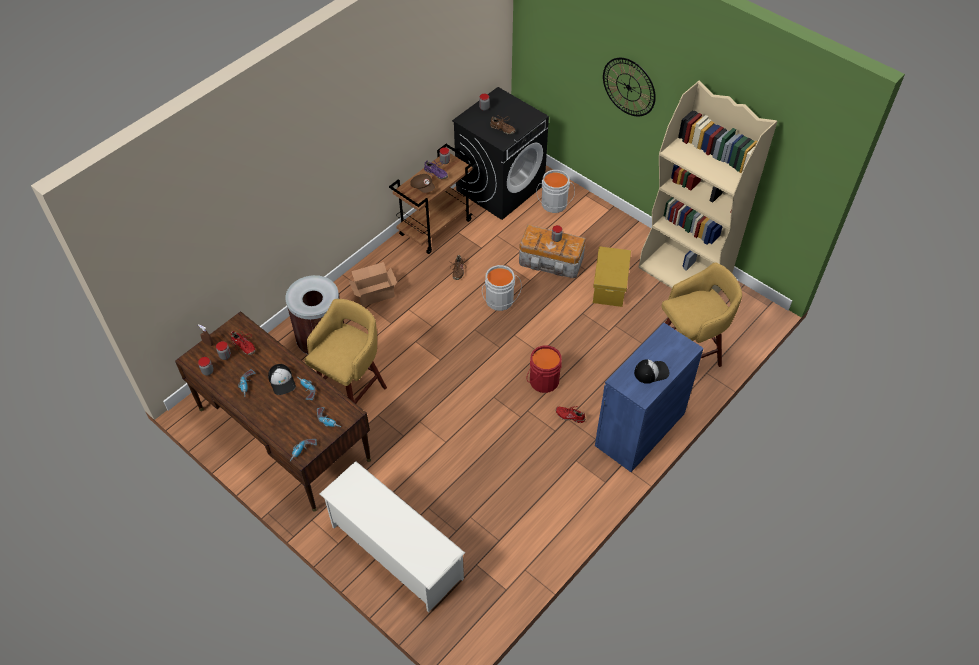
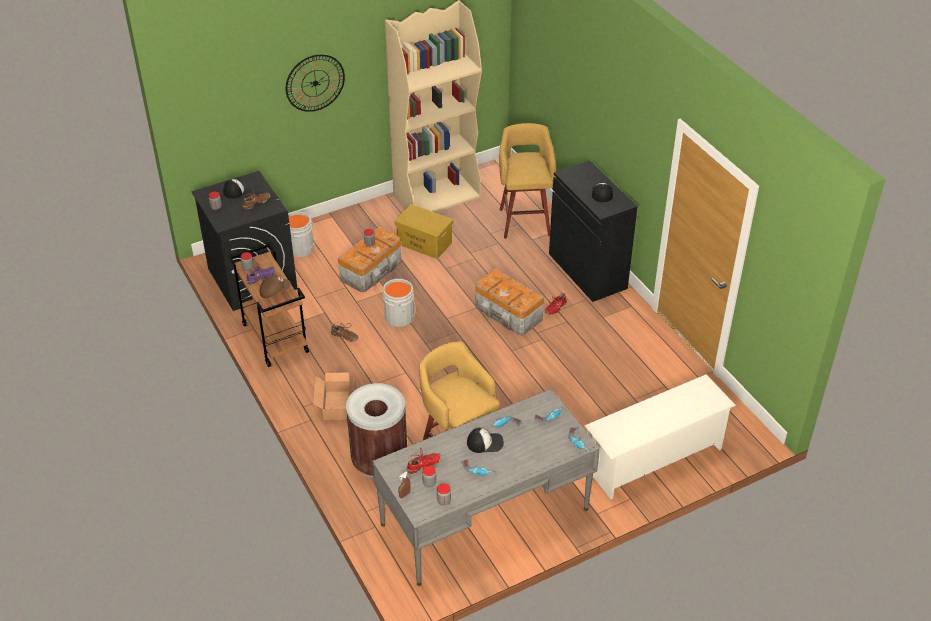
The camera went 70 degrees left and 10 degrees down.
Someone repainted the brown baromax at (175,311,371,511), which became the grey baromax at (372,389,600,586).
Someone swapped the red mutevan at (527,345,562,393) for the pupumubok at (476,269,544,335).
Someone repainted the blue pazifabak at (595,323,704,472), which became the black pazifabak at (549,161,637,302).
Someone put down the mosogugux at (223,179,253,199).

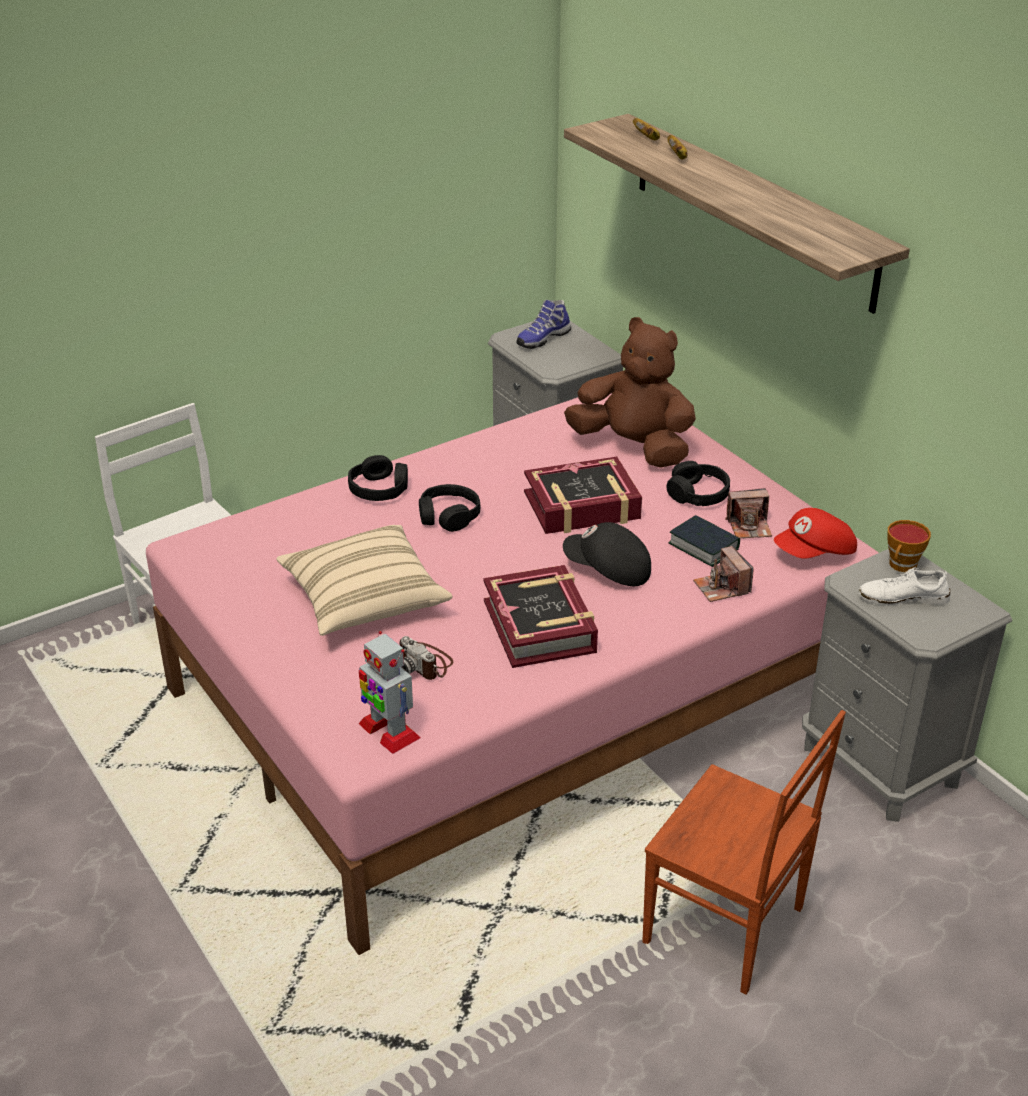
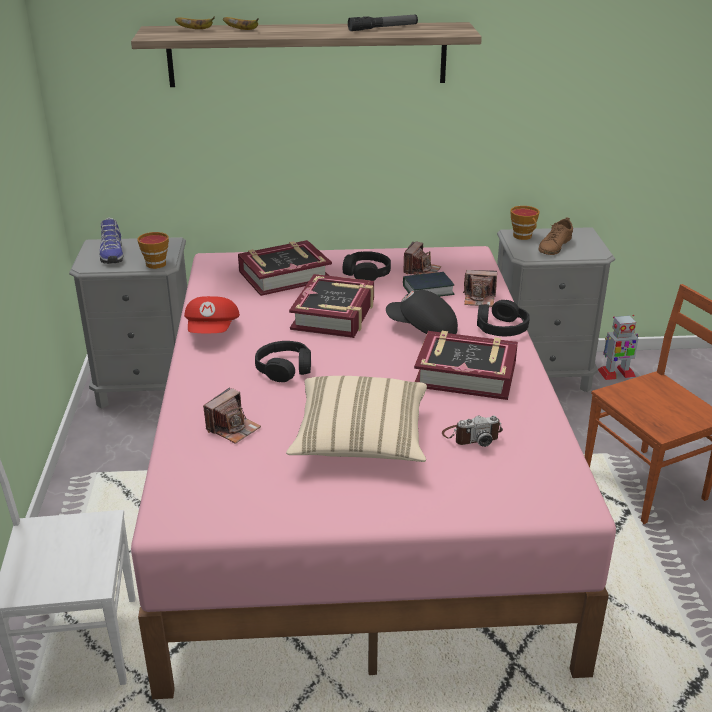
The camera went 60 degrees left and 5 degrees down.
Someone carried the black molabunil from (348,455,408,501) to (477,300,530,336).
Someone carried the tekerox from (358,631,420,754) to (598,315,639,380).
Someone rotated the black mosogugux at (563,522,651,586) by 60 degrees clockwise.
Someone swapped the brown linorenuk at (564,317,696,468) for the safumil at (238,240,332,296).
Someone carried the red mosogugux from (774,508,857,559) to (184,296,240,333).
Someone repainted the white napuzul at (859,567,950,605), which became the brown napuzul at (538,217,573,255).
Someone put down the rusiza at (138,232,169,269).
Someone put down the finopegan at (203,387,261,444).
Someone put down the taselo at (348,15,418,31).

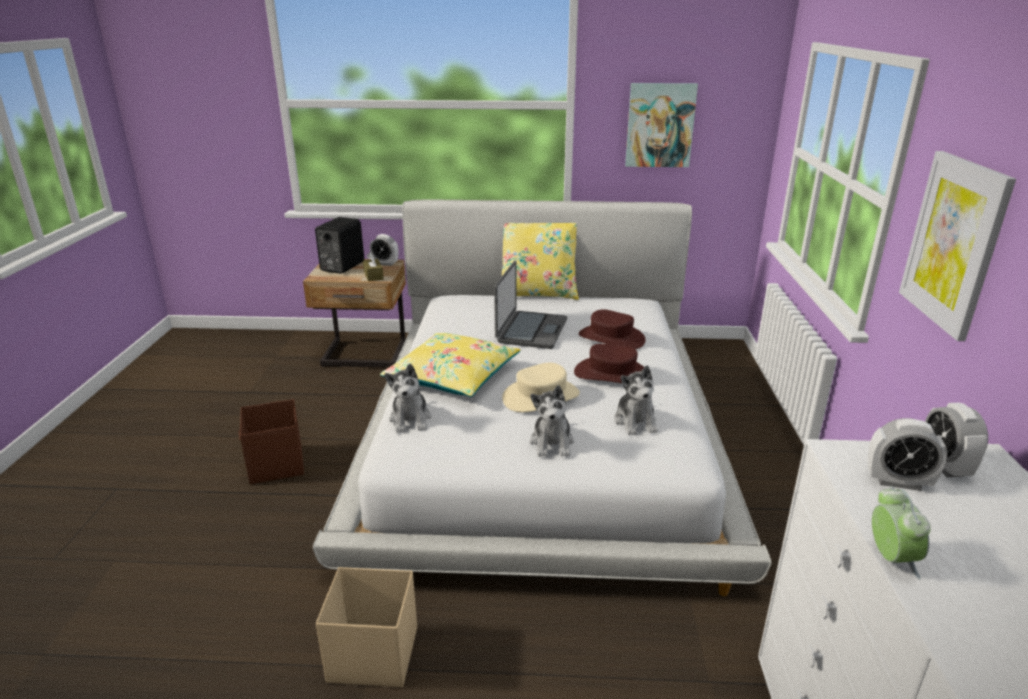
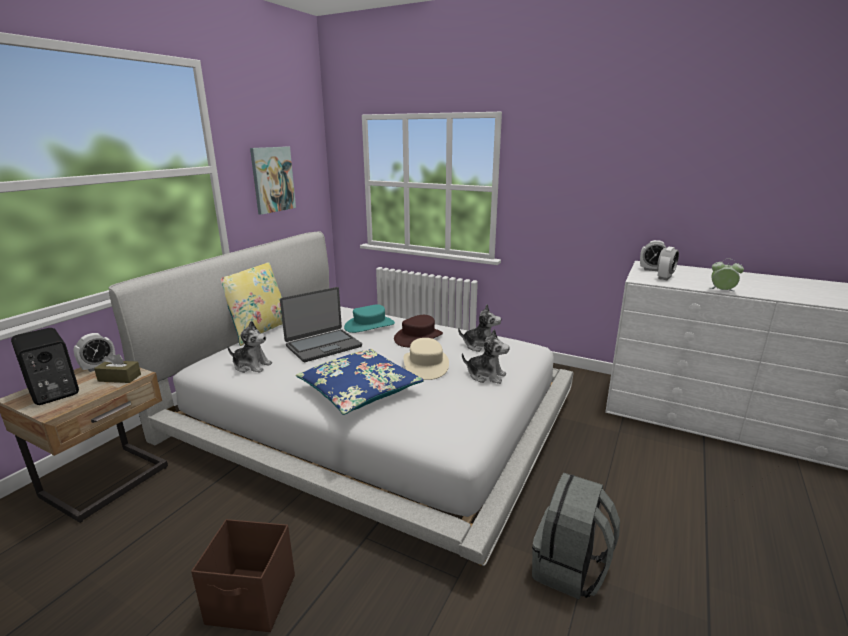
The camera went 65 degrees left and 5 degrees down.
Someone swapped the beige pupumubok at (316,567,417,687) for the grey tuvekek at (532,473,620,600).
Someone repainted the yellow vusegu at (380,333,521,397), which became the blue vusegu at (296,349,424,415).
Someone carried the linorenuk from (384,363,431,433) to (227,321,272,373).
Someone rotated the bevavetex at (494,261,567,349) by 105 degrees clockwise.
Someone repainted the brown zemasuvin at (579,309,645,349), which became the turquoise zemasuvin at (344,304,395,333).
Someone took away the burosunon at (899,151,1016,341).

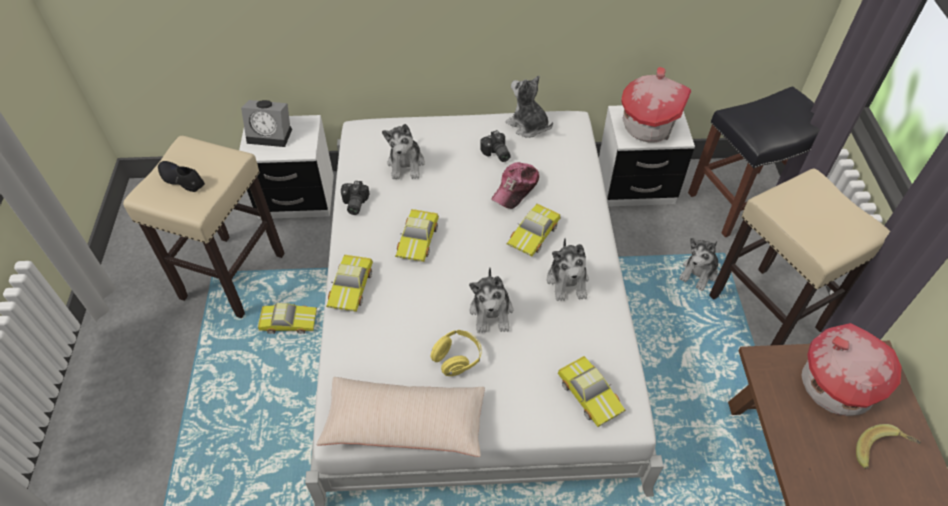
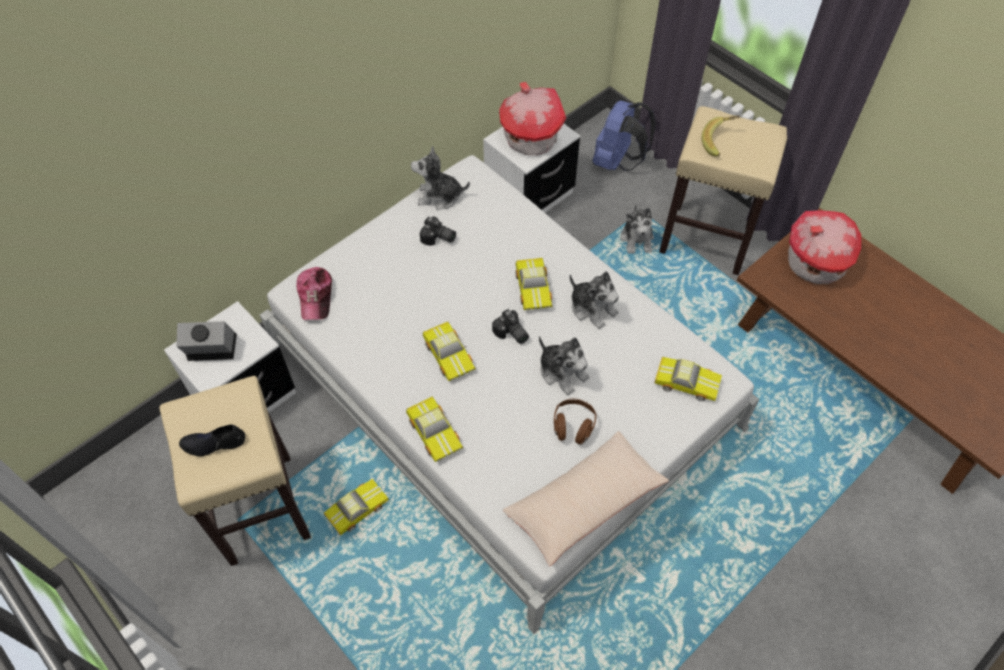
The camera went 40 degrees left and 5 degrees up.
Someone rotated the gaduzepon at (241,100,292,147) by 150 degrees counterclockwise.
Someone carried the finopegan from (341,181,369,215) to (492,309,529,344).
Someone took away the linorenuk at (382,124,425,179).
Someone repainted the yellow molabunil at (431,330,482,376), which became the brown molabunil at (554,399,596,444).
Someone carried the mosogugux from (491,162,539,209) to (296,267,332,320).
Someone swapped the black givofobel at (688,86,820,237) for the blue tuvekek at (593,100,656,171).
Someone carried the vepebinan from (856,424,921,469) to (702,115,740,157).

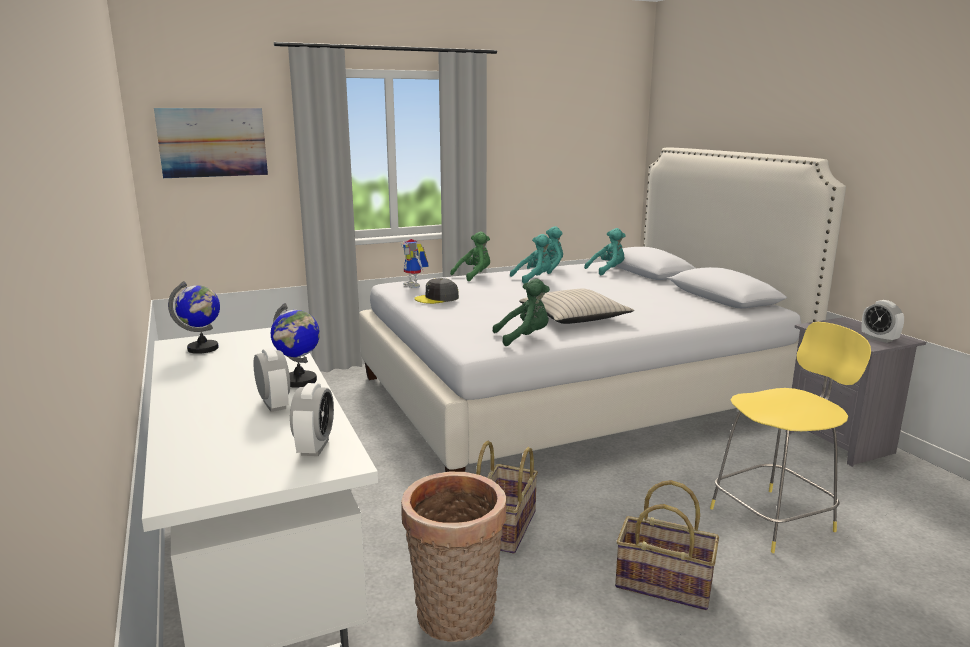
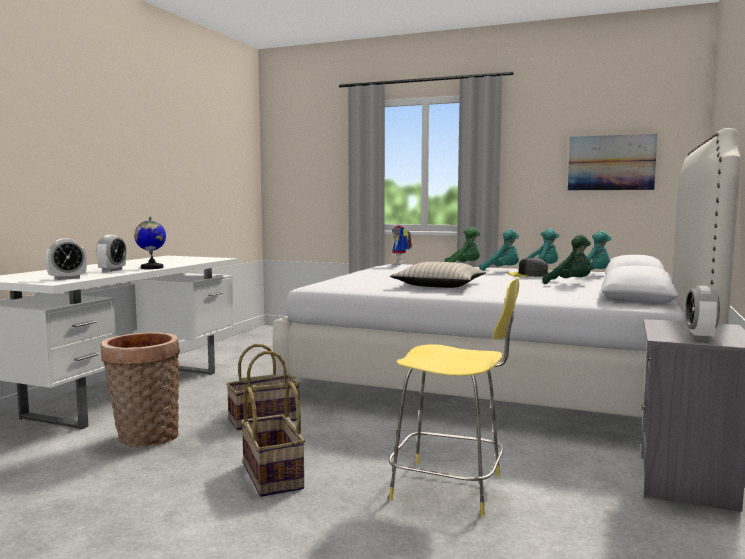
The camera went 45 degrees right and 10 degrees down.
Someone carried the burosunon from (154,108,268,178) to (568,134,657,190).
Someone took away the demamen at (168,281,220,354).
Someone carried the grey mosogugux from (414,278,459,304) to (508,257,548,277).
Someone carried the green linorenuk from (492,279,550,346) to (543,235,591,284).

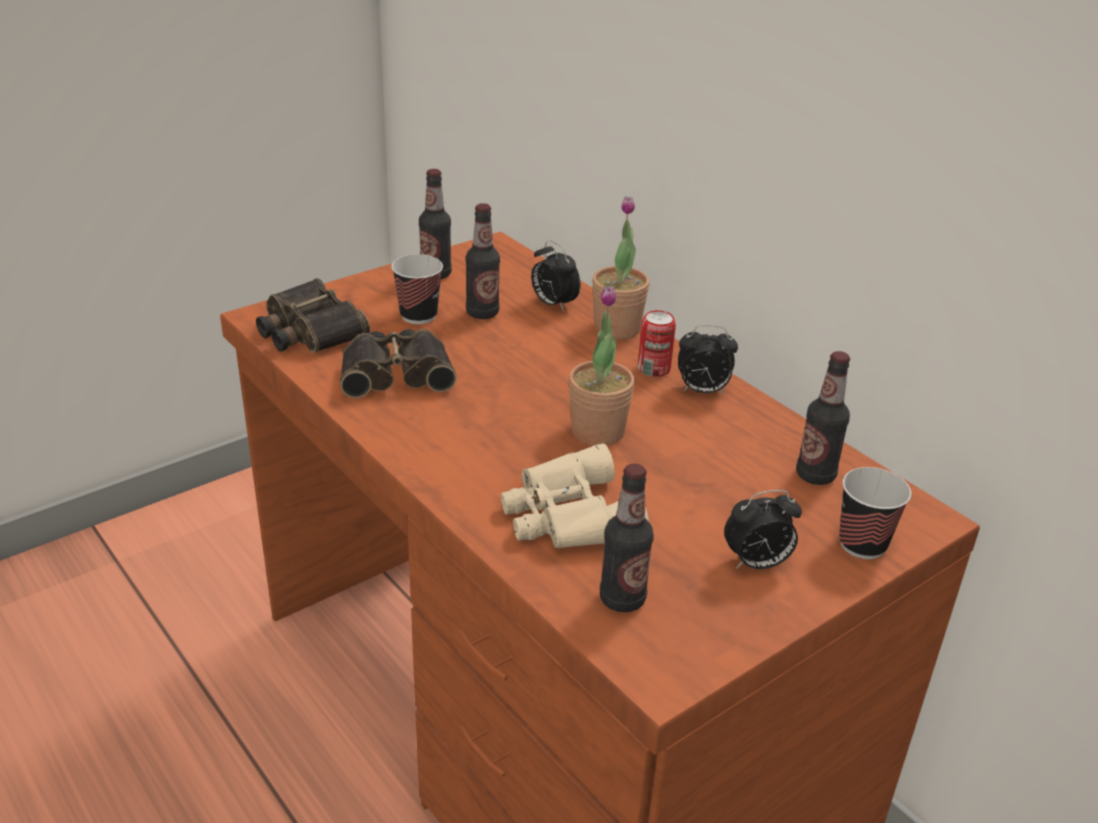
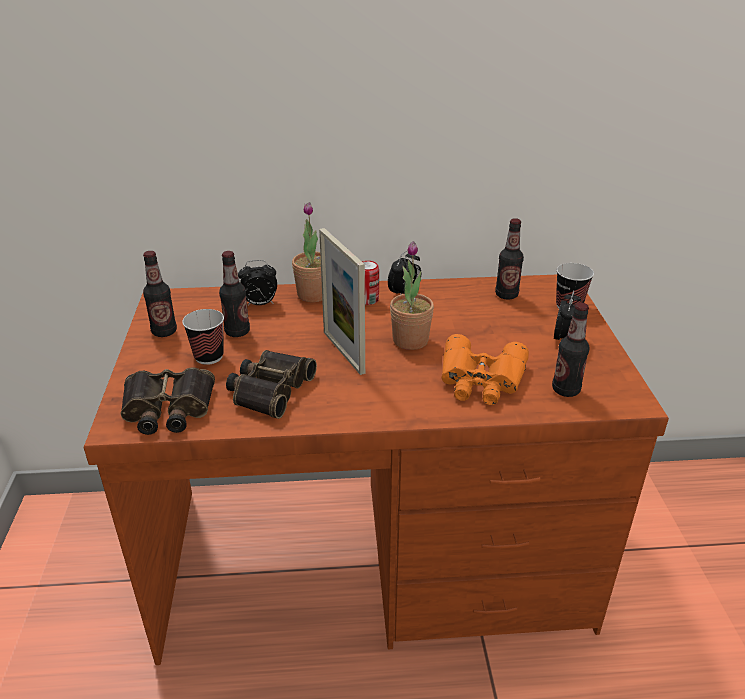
The camera went 55 degrees left and 0 degrees up.
Someone repainted the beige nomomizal at (501,443,649,548), which became the orange nomomizal at (442,334,529,405).
Someone put down the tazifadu at (319,228,365,375).

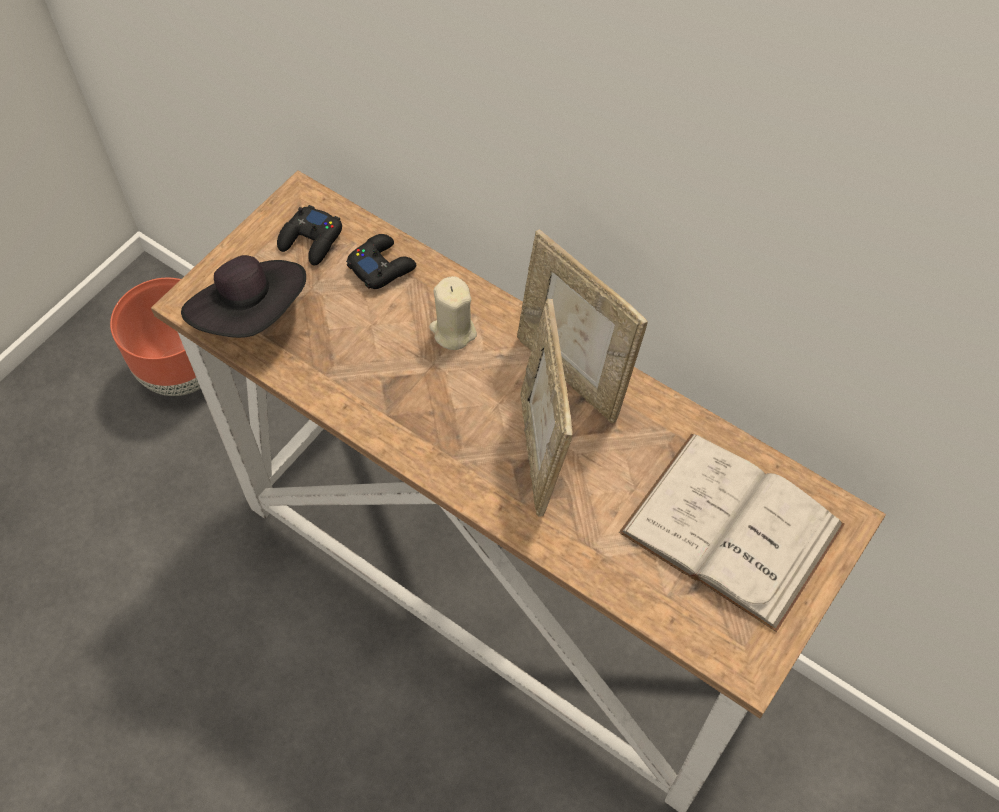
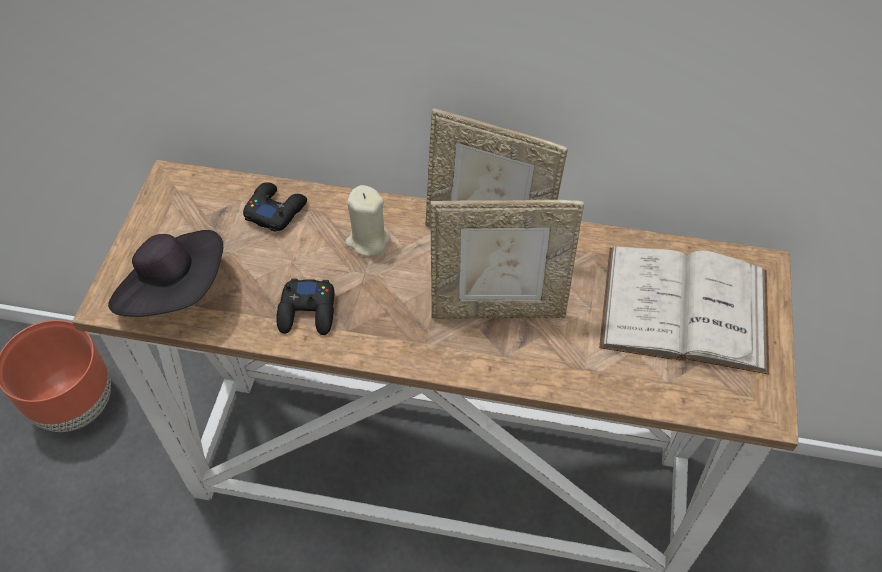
The camera went 25 degrees left and 5 degrees down.
Someone carried the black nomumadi from (277,205,342,265) to (276,278,335,335).
Someone rotated the tazifadu at (521,299,573,517) by 60 degrees counterclockwise.

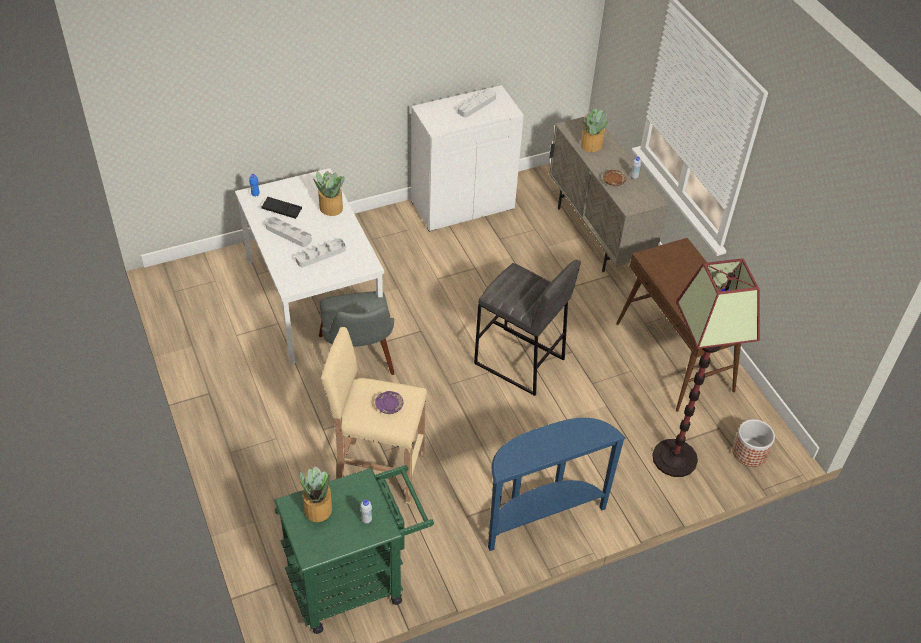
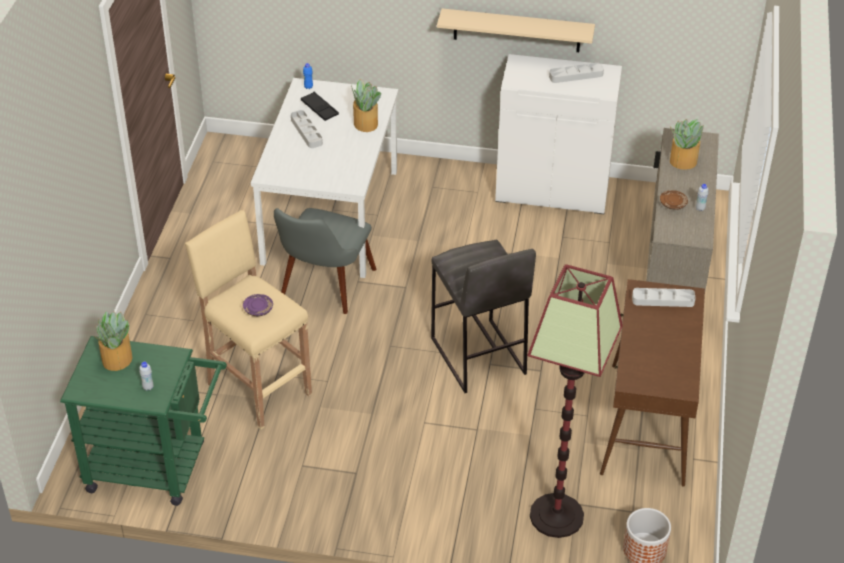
The camera went 35 degrees right and 5 degrees down.
Someone carried the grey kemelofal from (295,238,346,267) to (632,288,696,307).
Someone took away the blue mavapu at (488,418,626,551).
Someone put up the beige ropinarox at (437,9,595,52).

